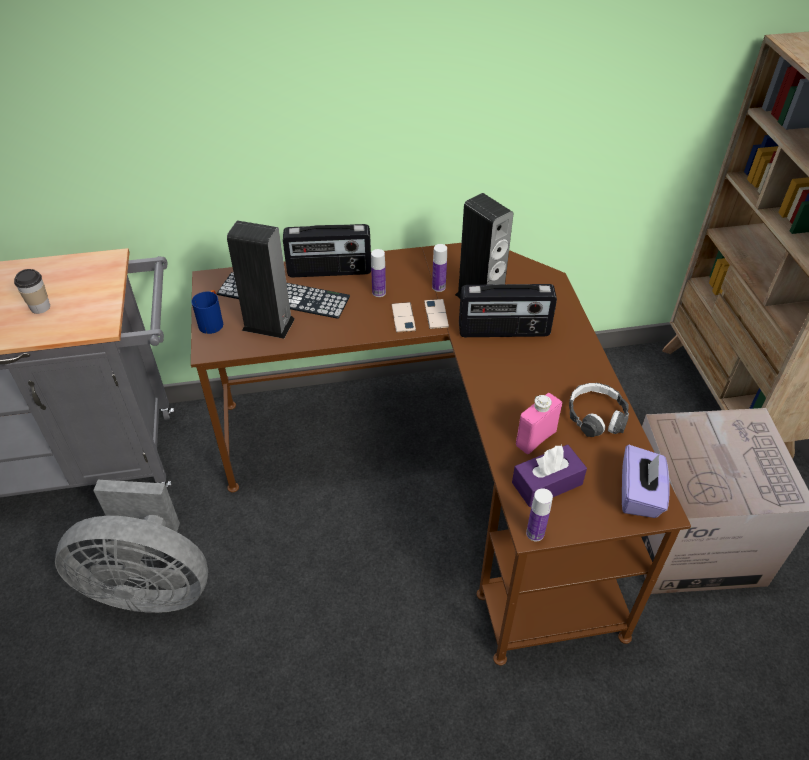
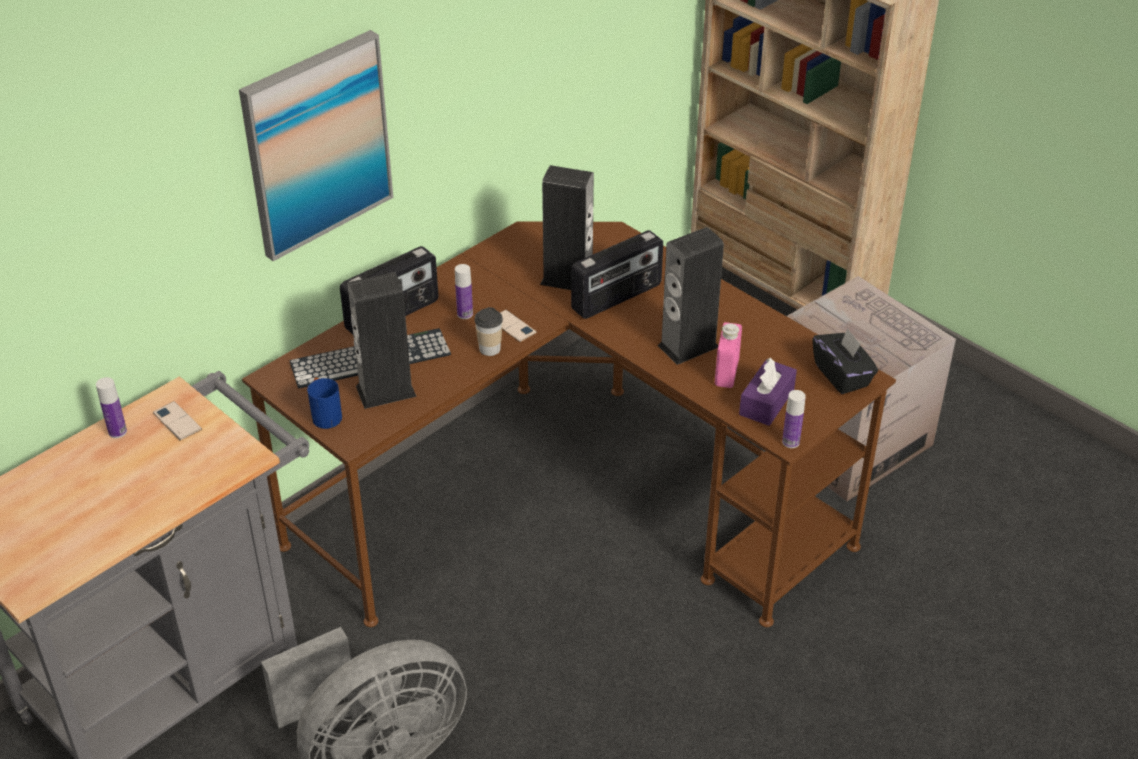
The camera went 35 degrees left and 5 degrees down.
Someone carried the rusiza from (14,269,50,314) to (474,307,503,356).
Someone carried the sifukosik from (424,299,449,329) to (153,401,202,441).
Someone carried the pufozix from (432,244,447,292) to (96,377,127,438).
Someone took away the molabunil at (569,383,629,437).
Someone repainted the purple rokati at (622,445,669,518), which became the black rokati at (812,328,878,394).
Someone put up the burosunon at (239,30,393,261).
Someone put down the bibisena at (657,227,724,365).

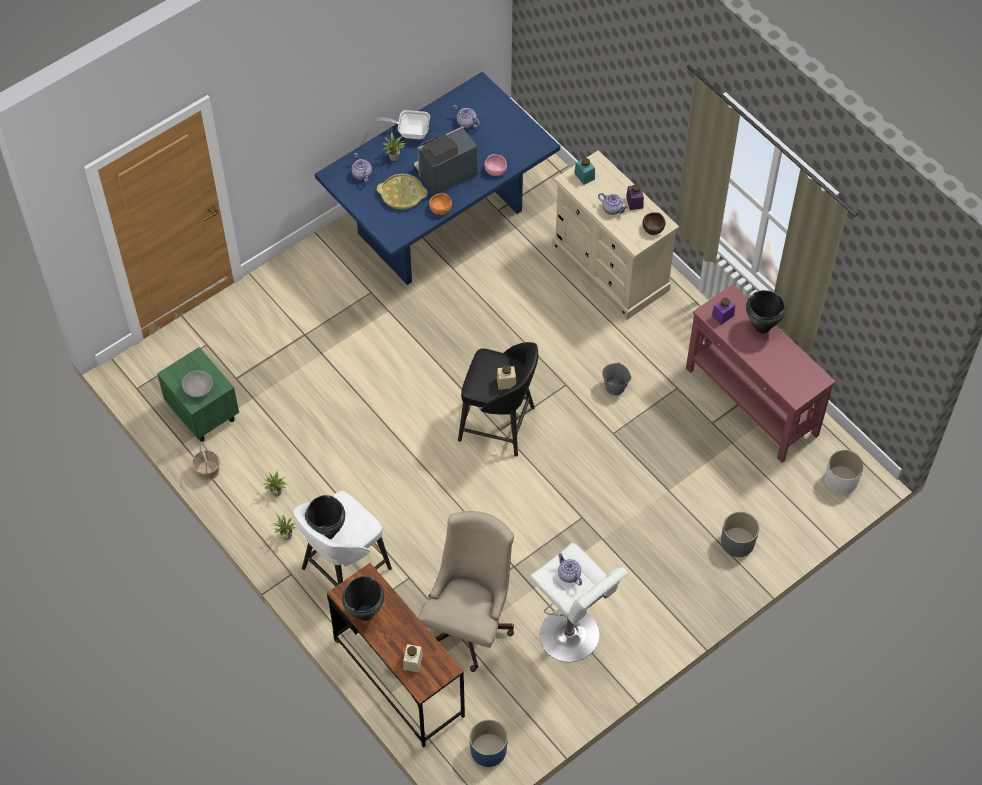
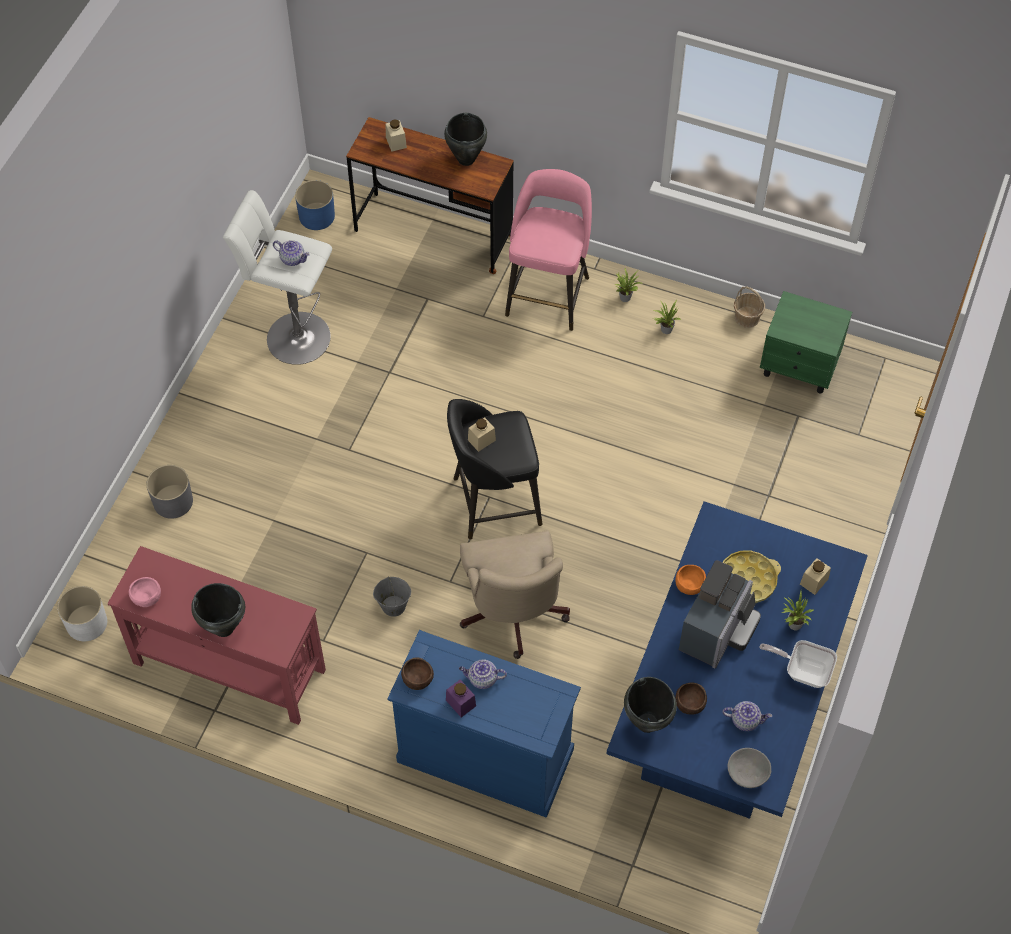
The camera went 150 degrees right and 0 degrees up.
Someone carried the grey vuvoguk from (182,371,213,397) to (728,748,771,788).
Someone repainted the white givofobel at (294,491,392,586), which became the pink givofobel at (505,169,592,331).
Someone carried the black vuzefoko from (305,495,345,539) to (624,677,677,733).
Someone swapped the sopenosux at (351,153,372,182) for the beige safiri at (800,558,831,595).
Someone rotated the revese at (376,110,430,139) by 135 degrees counterclockwise.
Someone carried the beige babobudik from (418,511,514,672) to (460,530,570,659).
Someone carried the pink vuvoguk from (484,154,507,176) to (129,577,161,607).
Someone repainted the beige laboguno at (552,150,679,320), which became the blue laboguno at (387,630,581,818).
Someone took away the turquoise safiri at (574,158,595,185).
Someone took away the purple safiri at (712,297,735,325).
Someone put down the brown vuvoguk at (675,683,707,715).

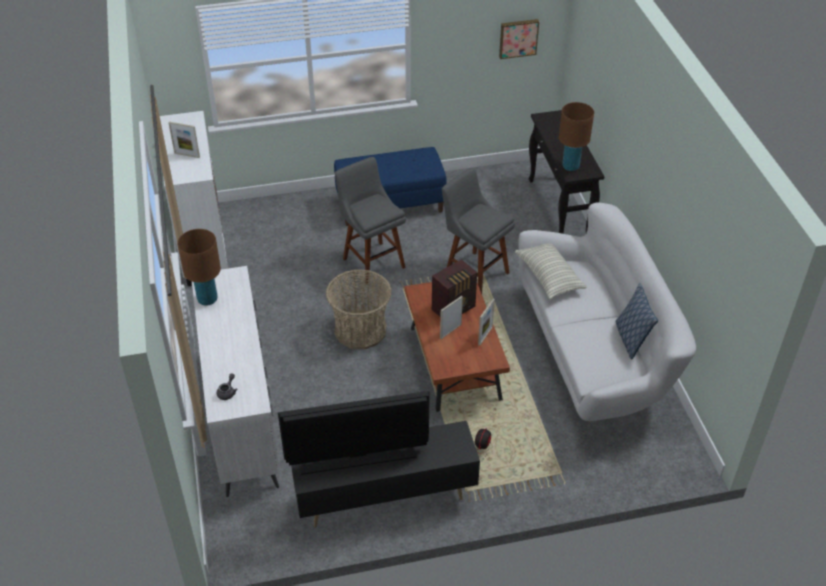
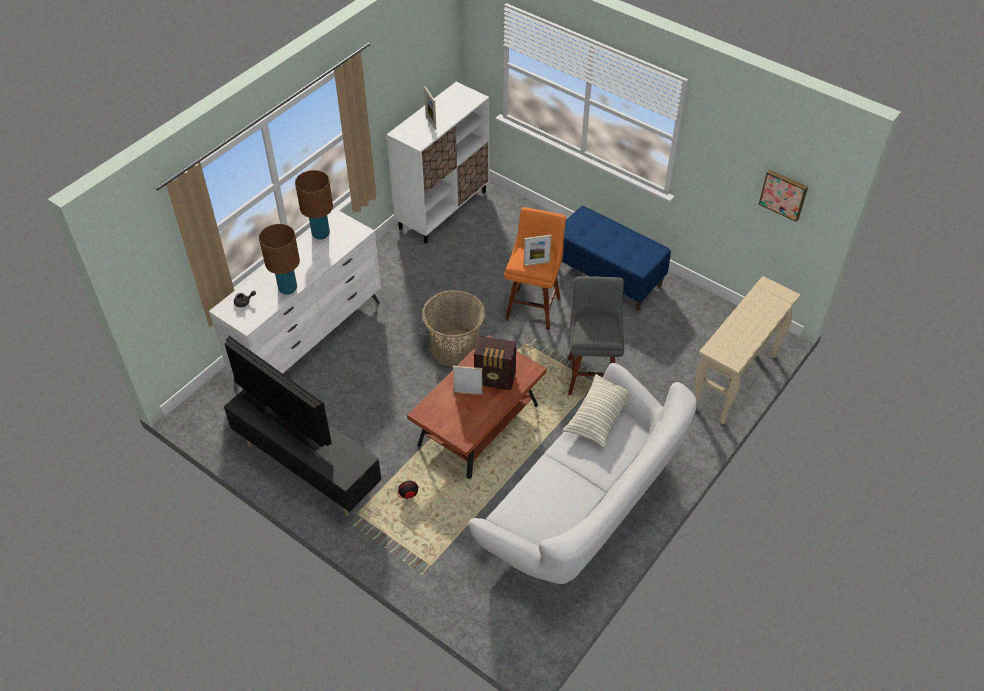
The camera went 50 degrees right and 5 degrees up.
Someone repainted the grey givofobel at (335,157,406,283), which became the orange givofobel at (504,207,566,330).
Someone carried the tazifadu from (478,299,495,346) to (524,235,551,266).
Someone repainted the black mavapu at (529,110,605,234), which became the beige mavapu at (695,276,801,424).
Someone carried the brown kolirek from (559,102,594,171) to (259,224,300,295).
Someone took away the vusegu at (615,283,658,359).

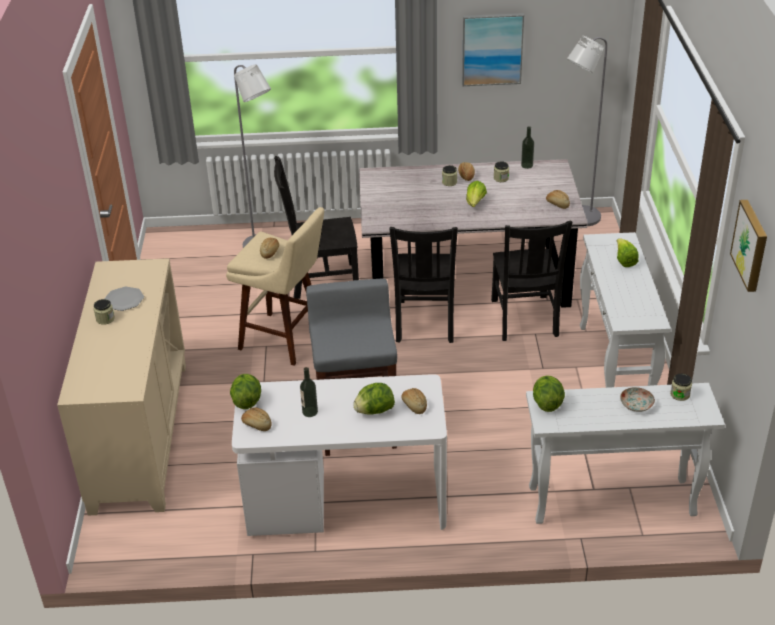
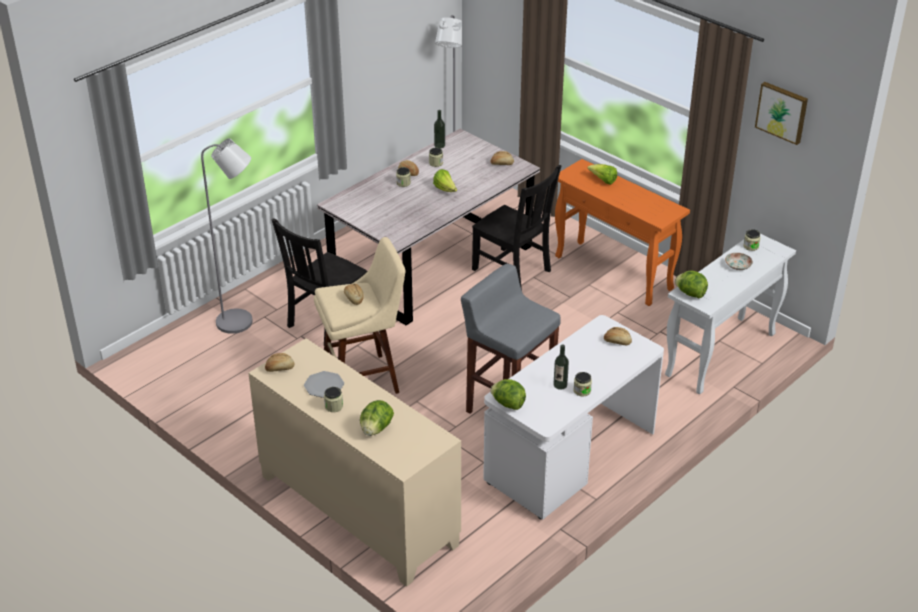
The camera went 45 degrees left and 0 degrees up.
Someone carried the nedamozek from (241,407,272,431) to (265,353,295,372).
Someone carried the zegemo from (353,383,395,415) to (360,400,394,436).
Someone took away the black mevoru at (389,227,458,343).
Someone took away the burosunon at (462,13,524,86).
Someone repainted the white mavapu at (580,232,671,388), which became the orange mavapu at (555,159,690,306).
Someone put down the safiri at (573,372,592,396).

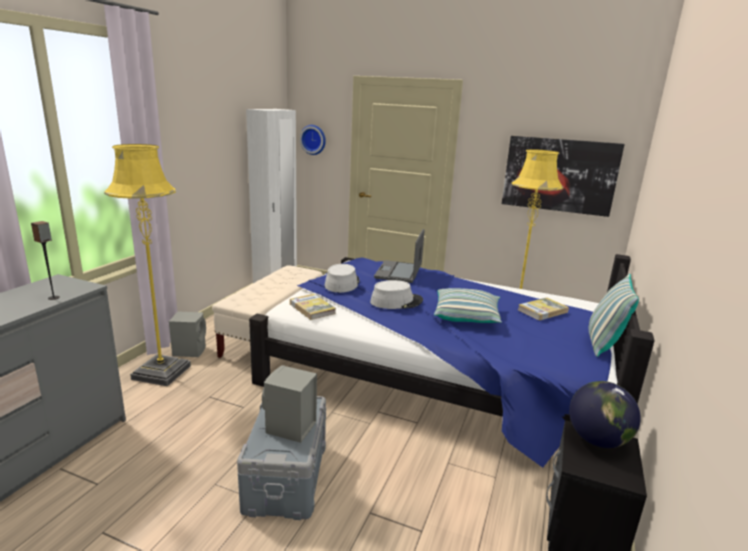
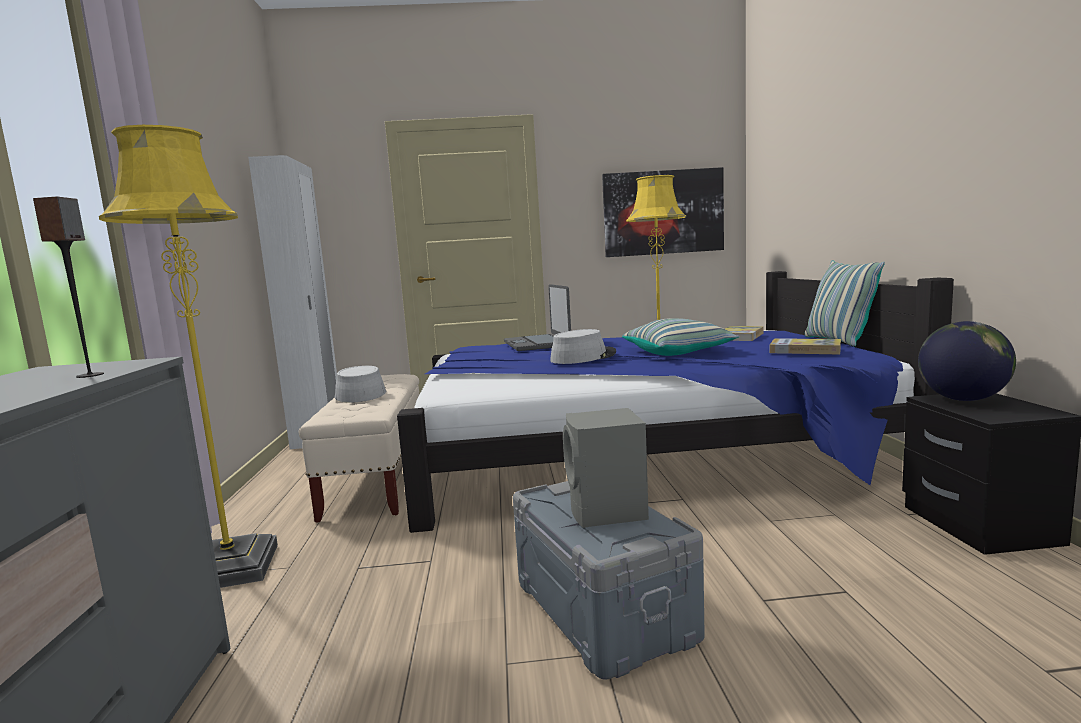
The camera went 25 degrees left and 10 degrees down.
Someone took away the grey bibisena at (169,312,206,357).
Someone carried the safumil from (290,294,336,320) to (770,338,841,354).
Someone took away the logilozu at (300,125,326,155).
Someone carried the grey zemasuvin from (324,264,360,293) to (335,366,386,402).

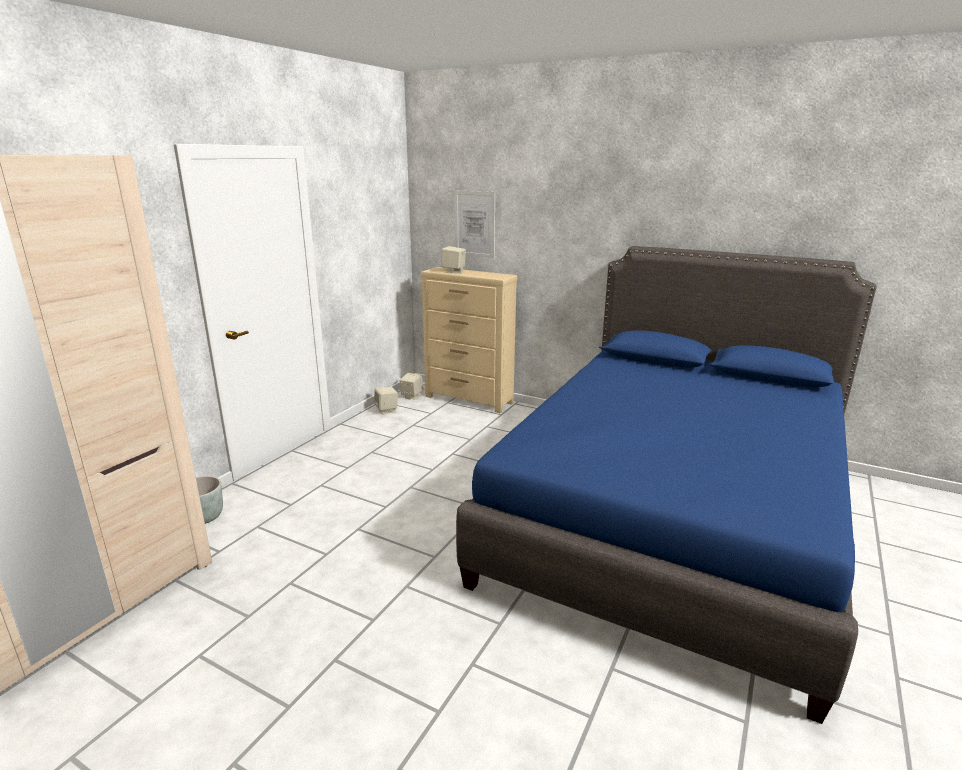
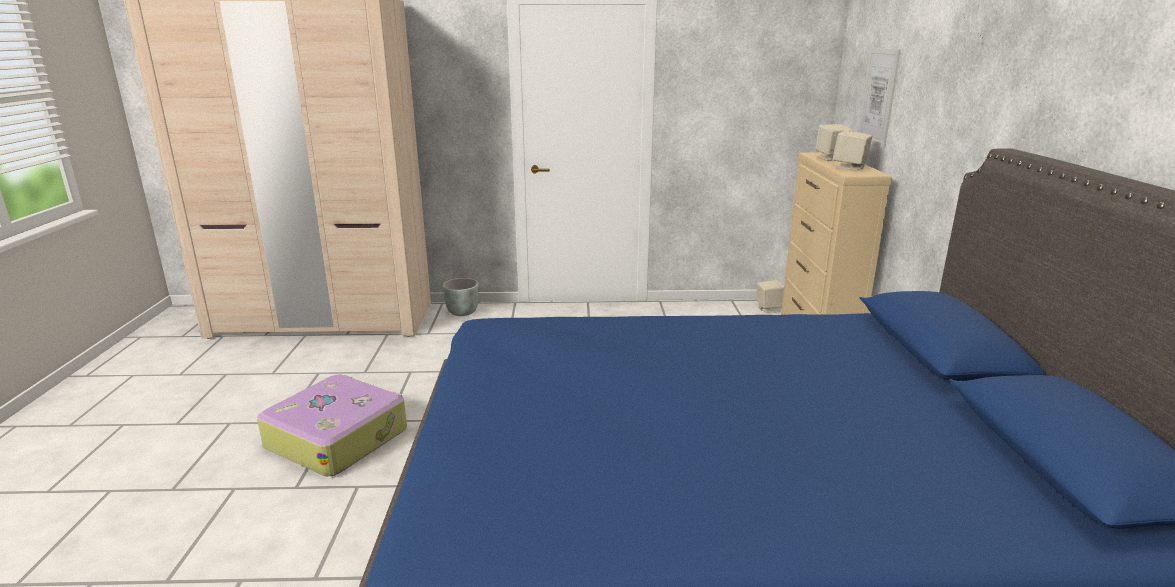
The camera went 60 degrees right and 0 degrees up.
Someone carried the beige bibisena from (374,387,398,414) to (833,130,872,170).
Someone put down the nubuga at (257,375,407,476).

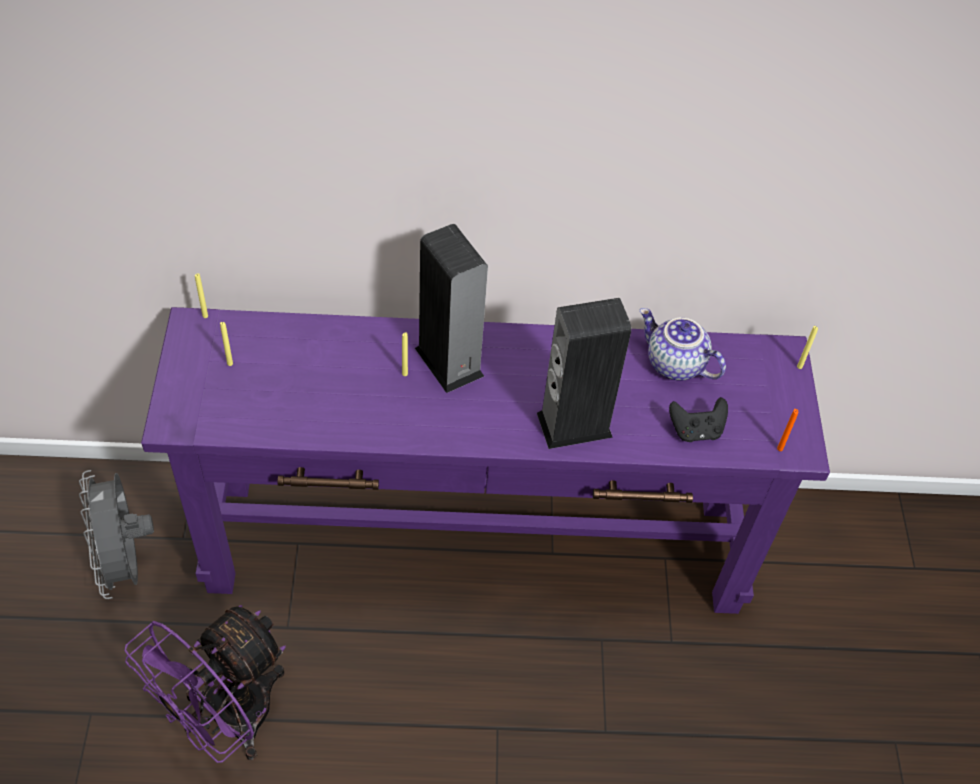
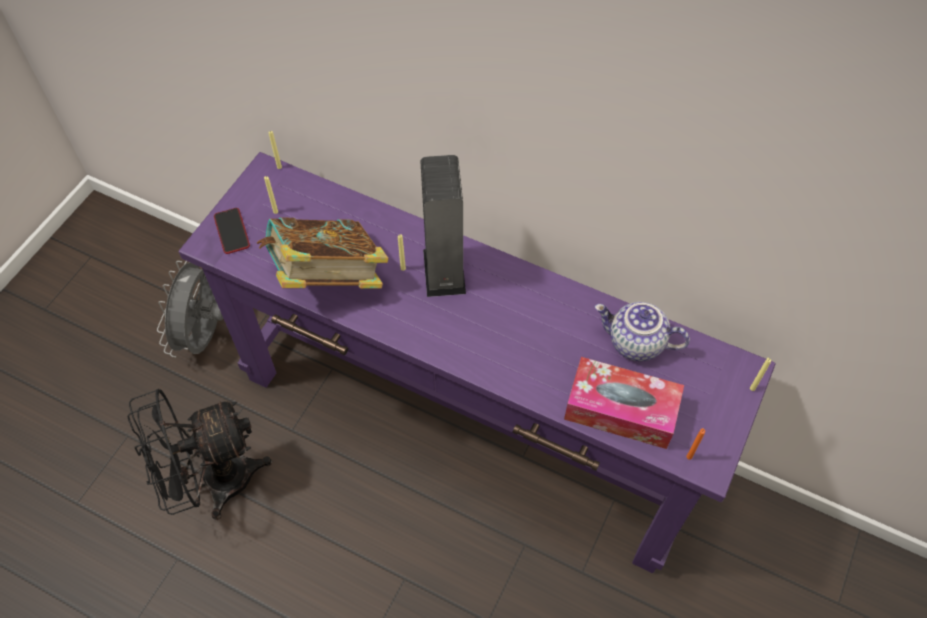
The camera went 30 degrees right and 5 degrees up.
Someone repainted the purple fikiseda at (124,605,286,763), which became the black fikiseda at (127,389,272,520).
Someone took away the bibisena at (537,298,631,449).
Someone rotated the sopenosux at (640,308,726,381) by 45 degrees counterclockwise.
Someone swapped the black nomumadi at (669,397,728,442) for the rokati at (564,357,684,449).
Someone put down the sifukosik at (214,208,250,254).
Someone put down the safumil at (257,217,389,289).

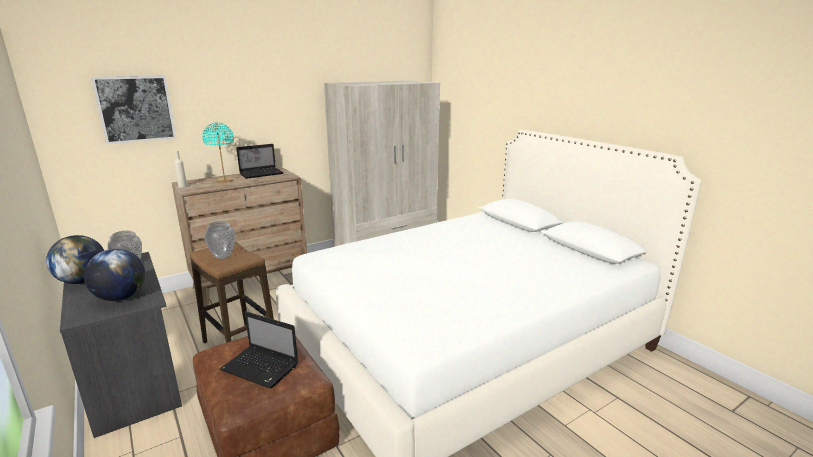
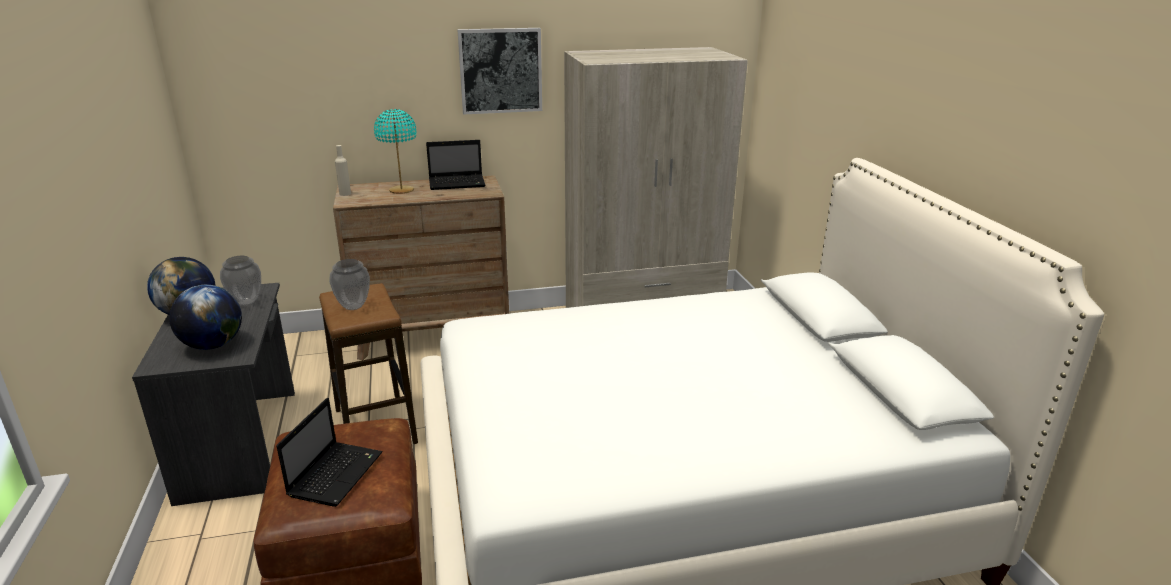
The camera went 20 degrees right and 5 degrees up.
Someone carried the burosunon from (91,75,176,144) to (457,28,542,115).
Someone rotated the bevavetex at (220,311,298,389) by 120 degrees counterclockwise.

